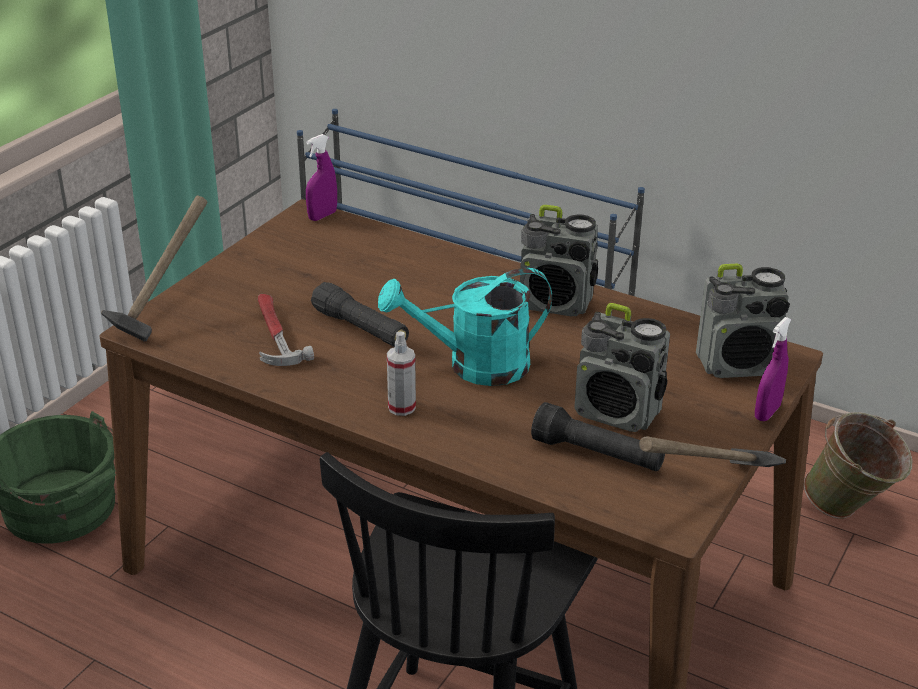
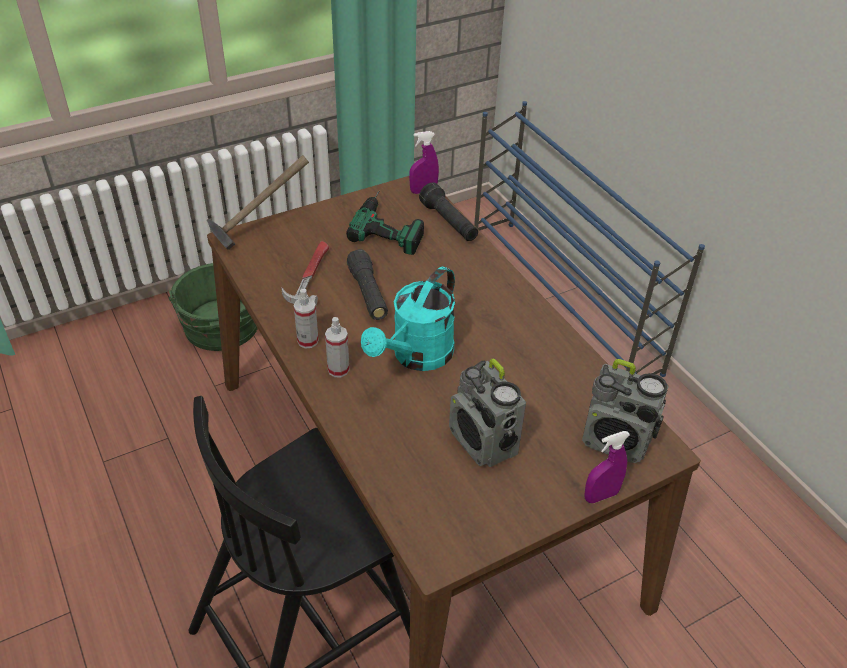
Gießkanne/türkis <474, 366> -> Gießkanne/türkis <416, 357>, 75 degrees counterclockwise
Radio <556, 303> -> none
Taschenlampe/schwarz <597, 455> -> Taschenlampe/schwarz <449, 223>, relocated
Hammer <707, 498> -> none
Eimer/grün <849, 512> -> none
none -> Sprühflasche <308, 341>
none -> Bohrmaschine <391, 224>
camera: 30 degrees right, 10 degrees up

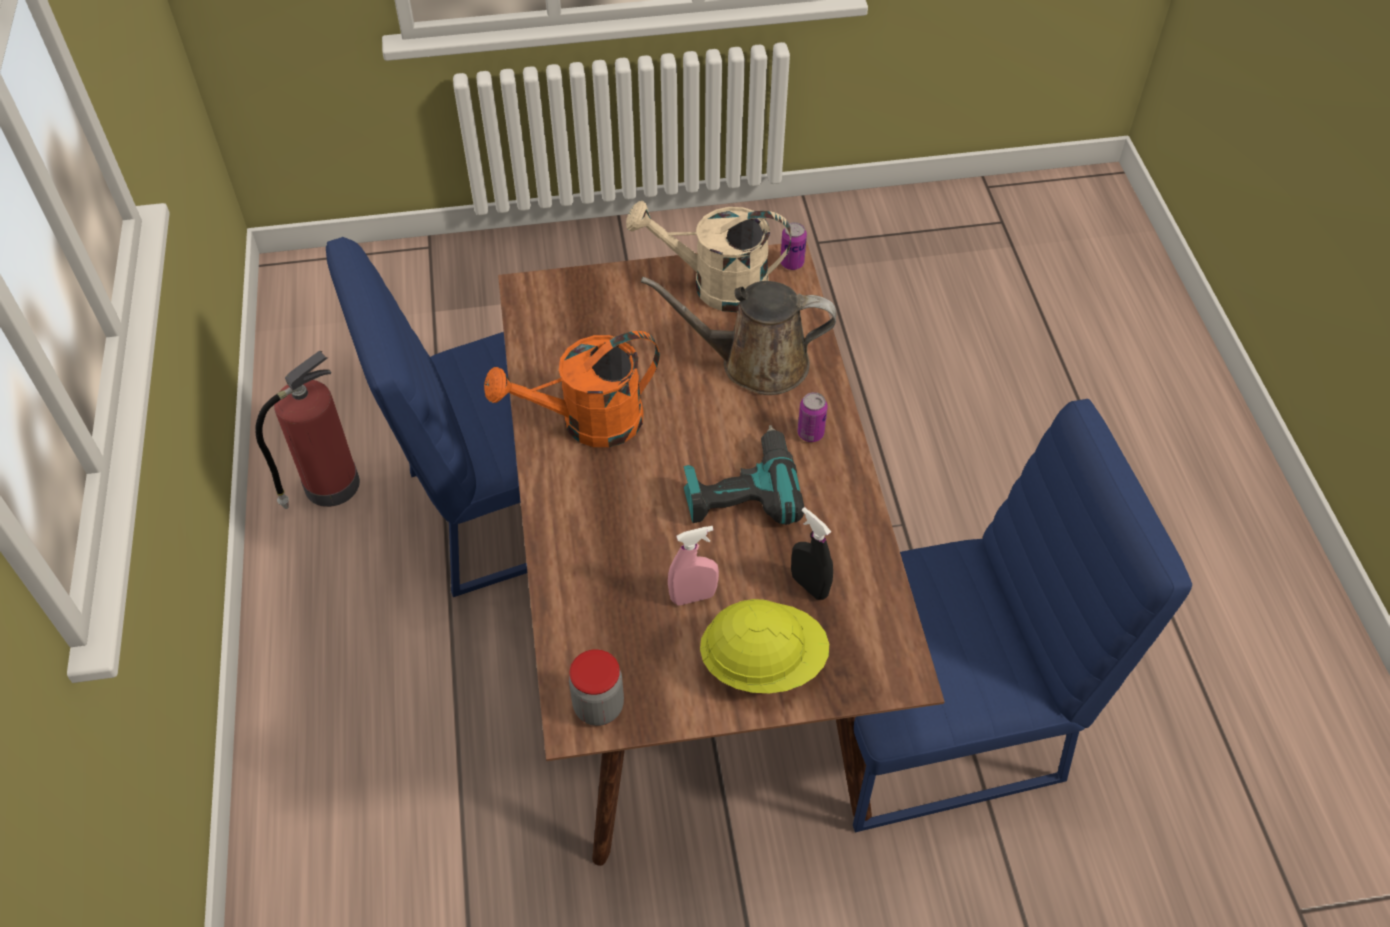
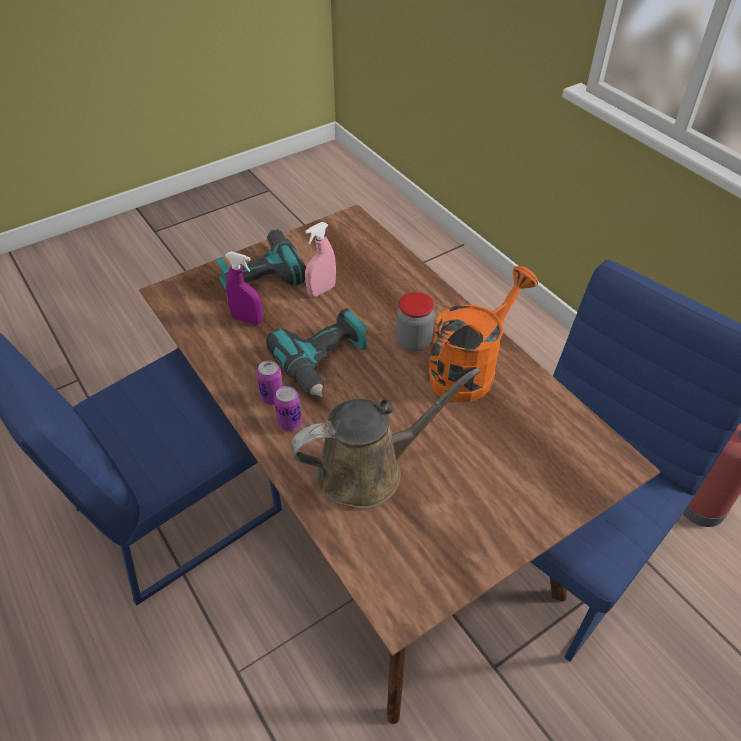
Vorratsglas <598, 706> -> Vorratsglas <414, 341>, relocated
Gießkanne/beige <716, 286> -> none
Schutzhelm/gelb <763, 662> -> Bohrmaschine <260, 273>
Dose <792, 263> -> Dose <272, 397>, relocated
Sprühflasche/schwarz <809, 586> -> Sprühflasche/lila <247, 319>
camera: 155 degrees right, 5 degrees down

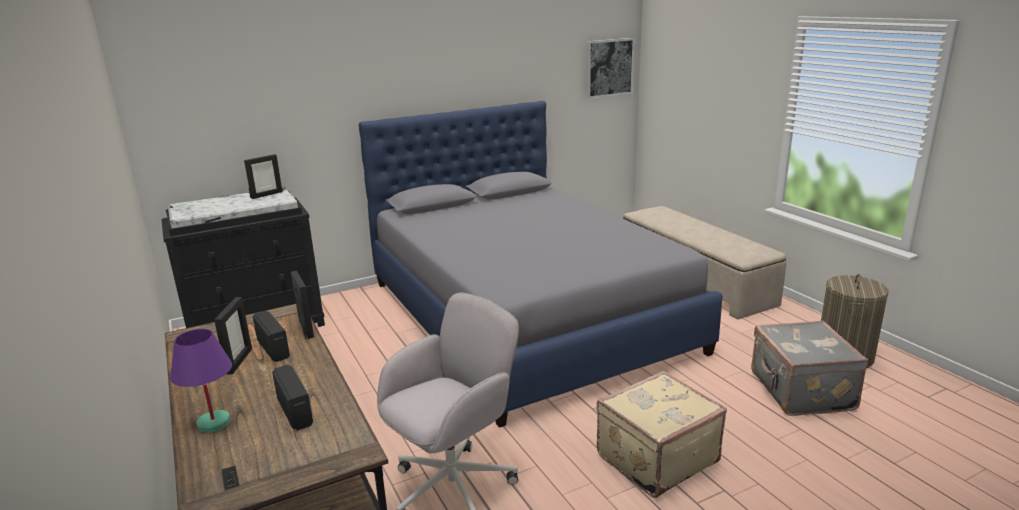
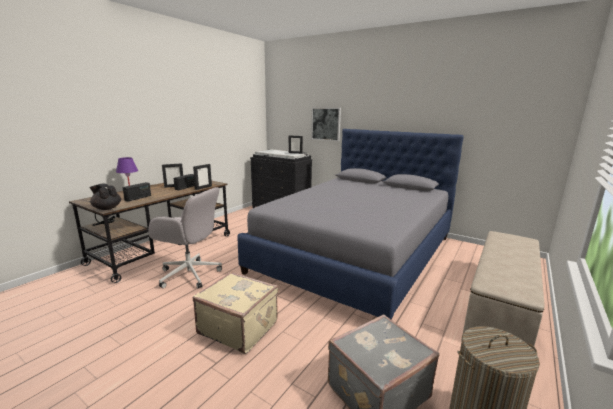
Bild <609, 67> -> Bild <326, 124>, relocated
none -> Teekanne/schwarz <107, 208>
camera: 60 degrees right, 5 degrees down

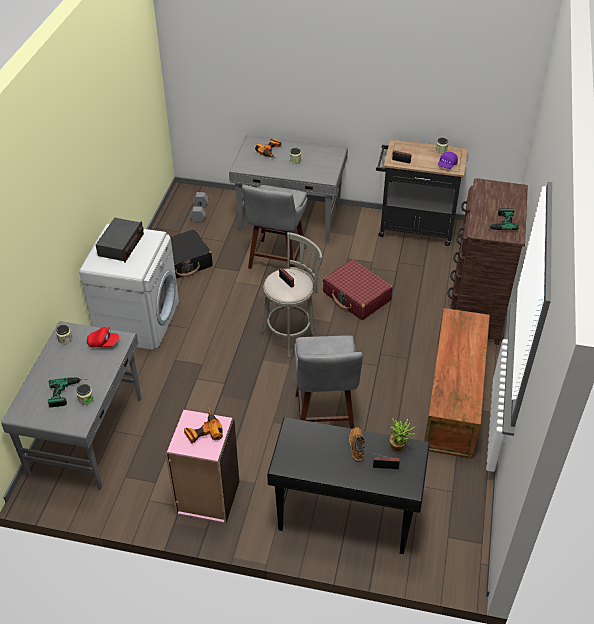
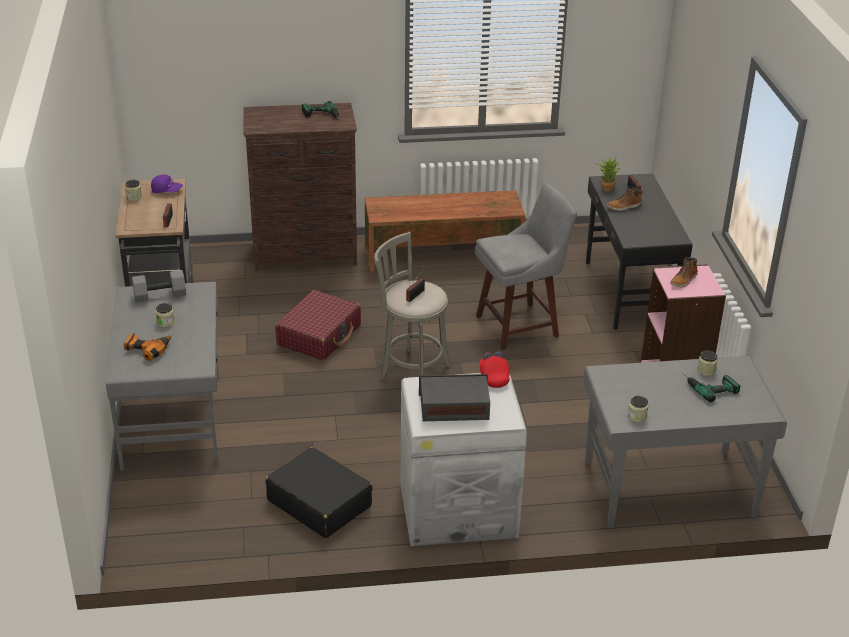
Kappe/rot <103, 343> -> Kappe/rot <493, 377>, relocated
Bohrmaschine <202, 431> -> Stiefel <684, 280>
Hantel/grau <200, 213> -> Hantel/grau <160, 295>, relocated
Hocker/grau <276, 259> -> none
camera: 110 degrees left, 10 degrees down

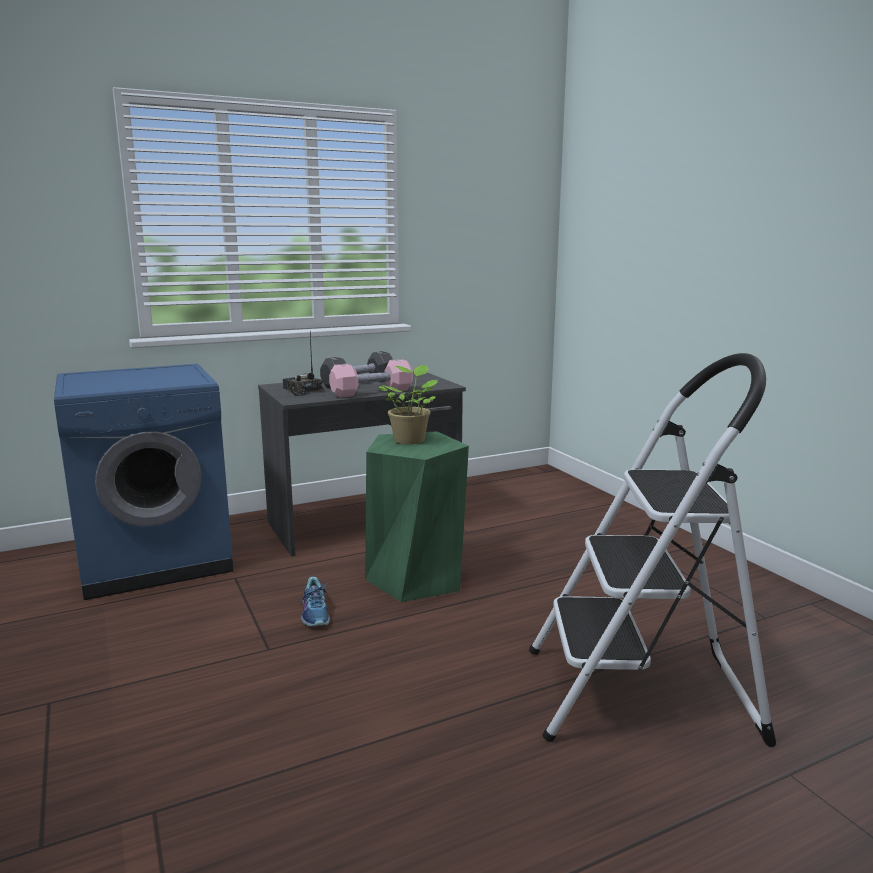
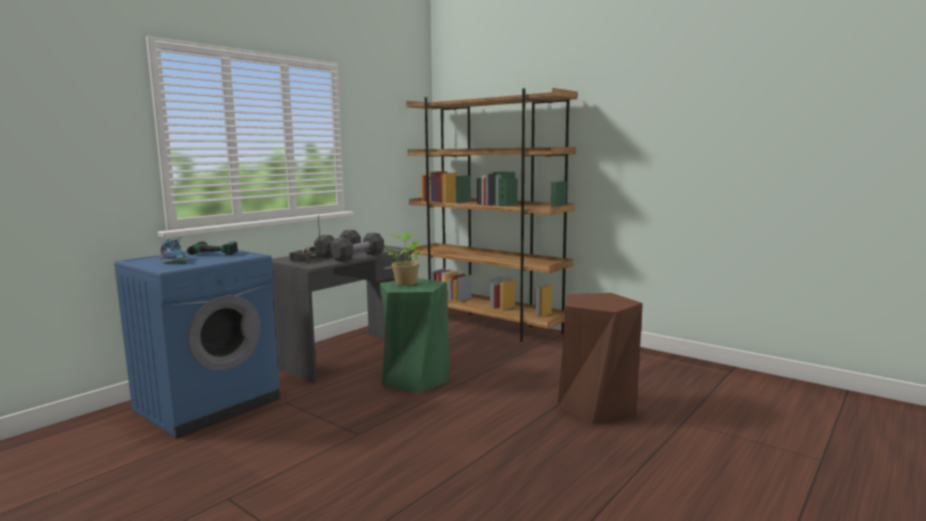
Schuh <316, 613> -> Schuh <173, 260>, relocated
Hantel/rosa <372, 392> -> Hantel/schwarz <358, 257>
Trittleiter <647, 696> -> Hocker/braun <597, 406>
none -> Bohrmaschine <216, 251>
none -> Bücherregal/braun <487, 325>
camera: 25 degrees left, 5 degrees down

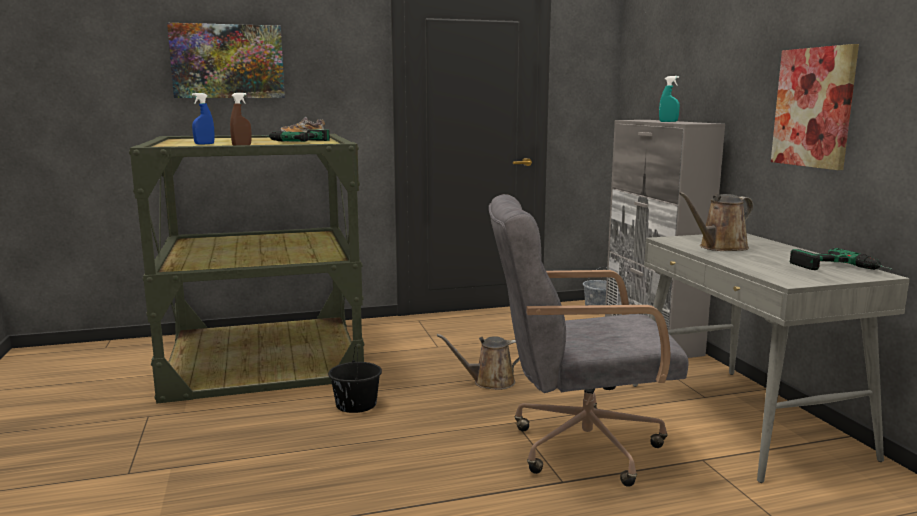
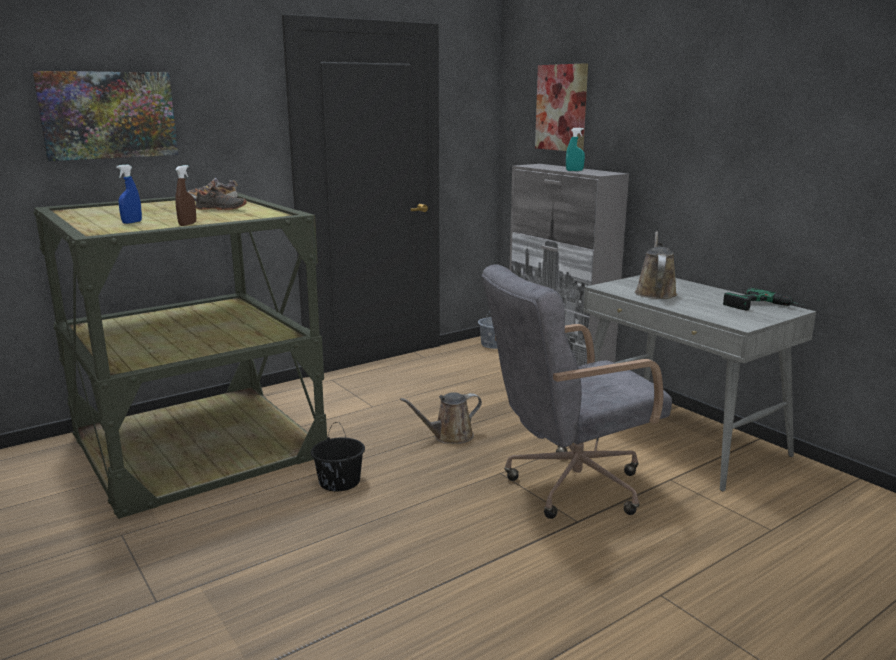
Bohrmaschine <294, 141> -> Schuh/schwarz <220, 209>
Gießkanne/braun <719, 247> -> Gießkanne/braun <655, 292>, 150 degrees clockwise
Bild <813, 107> -> Bild <561, 108>, relocated
camera: 20 degrees left, 5 degrees up

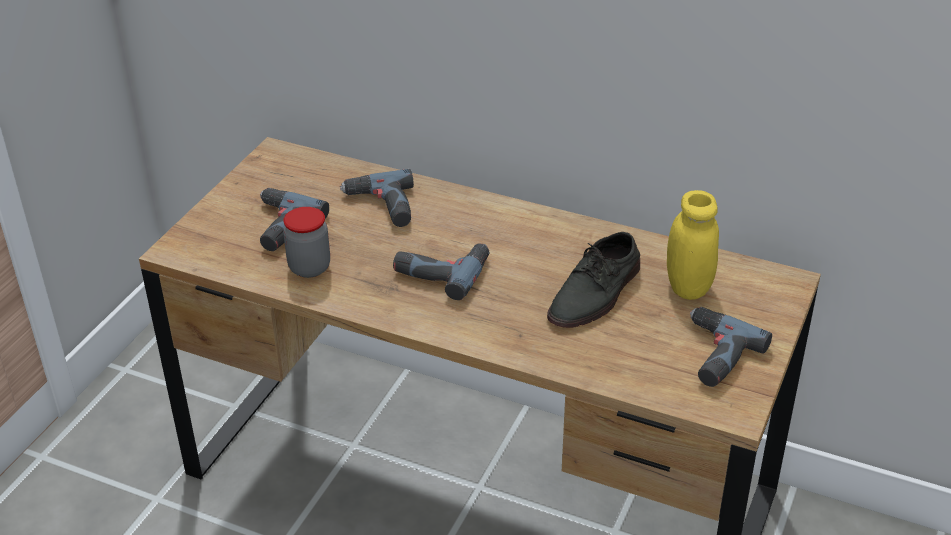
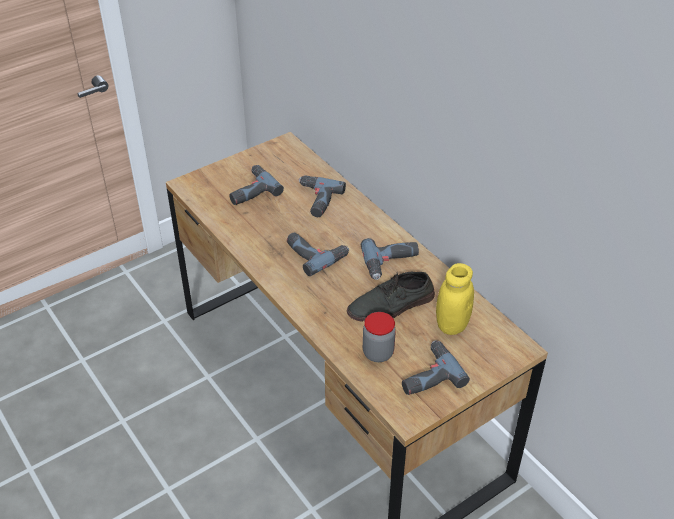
Vorratsglas <309, 267> -> Vorratsglas <378, 353>, relocated
none -> Bohrmaschine <391, 263>
camera: 30 degrees right, 5 degrees up

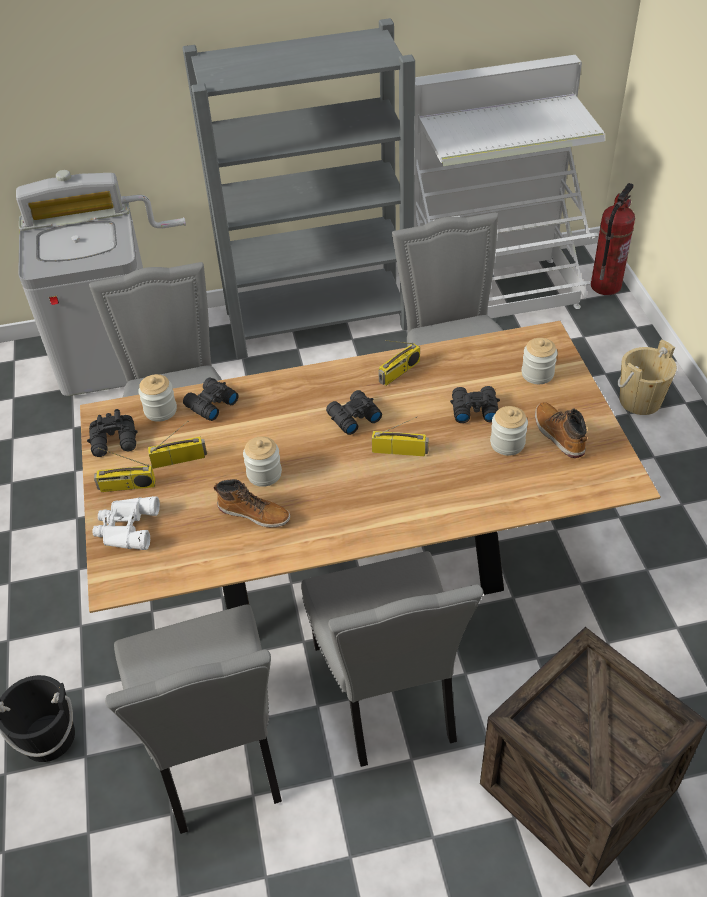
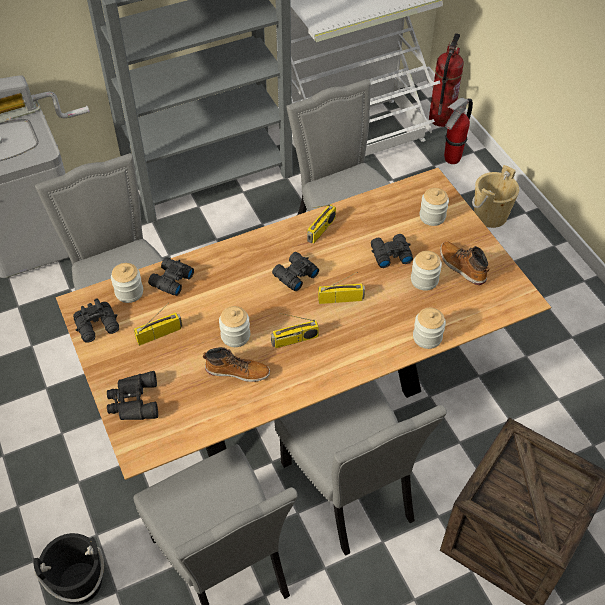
Fernglas/weiß <125, 528> -> Fernglas/schwarz <132, 401>
Radio <126, 486> -> Radio <294, 340>, relocated
none -> Vorratsglas <427, 337>
none -> Feuerlöscher <451, 159>
camera: 15 degrees left, 5 degrees up

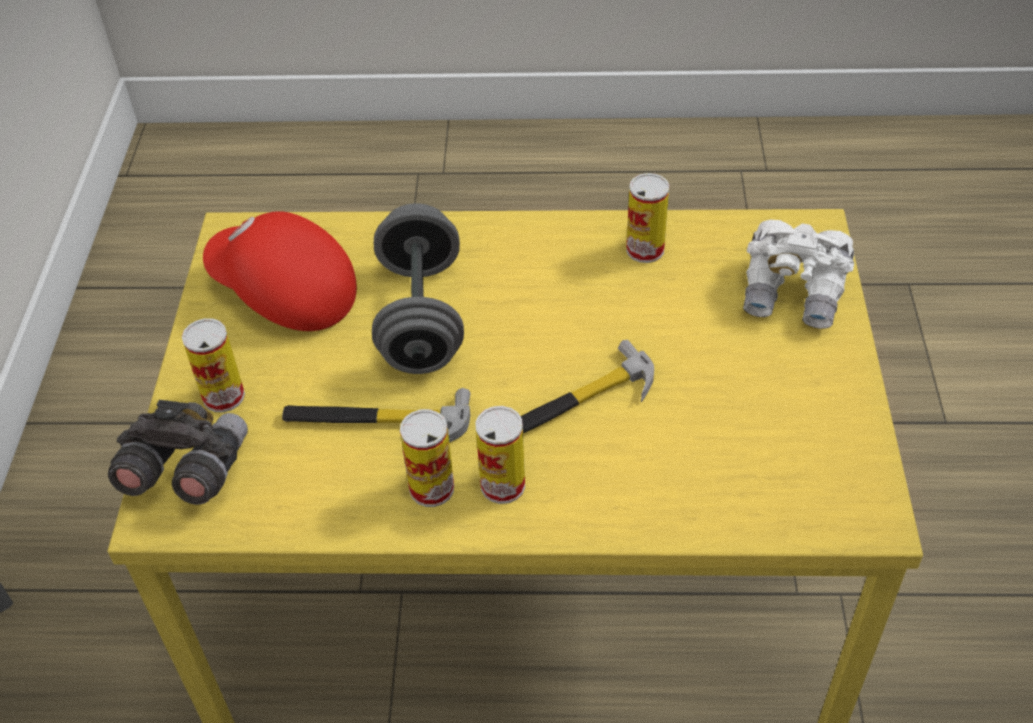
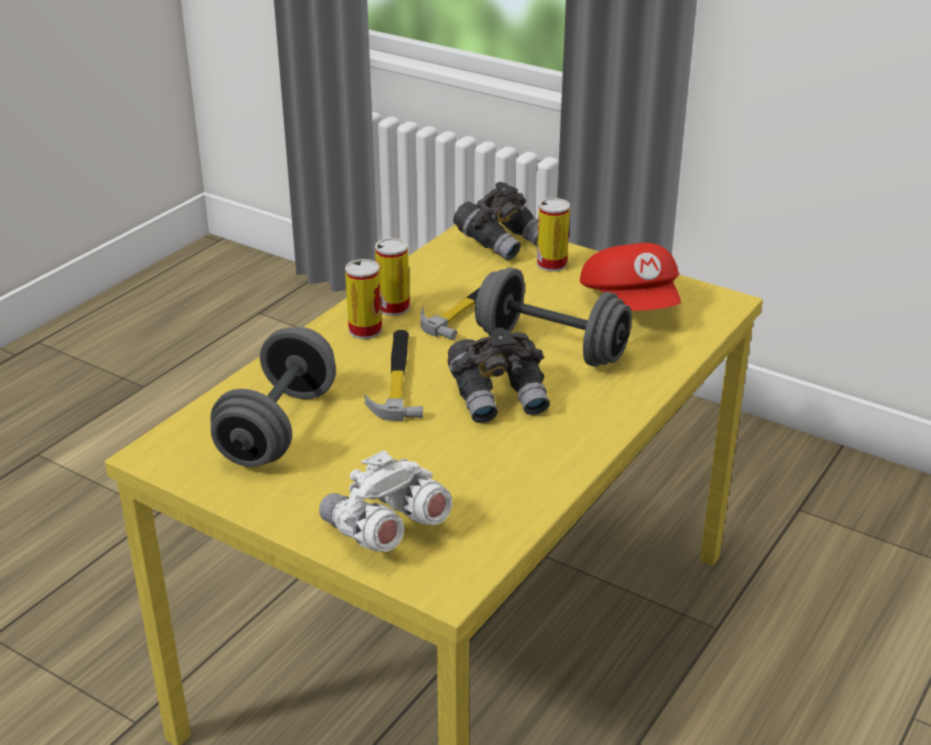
Kappe/rot <284, 294> -> Kappe/rot <632, 305>, 105 degrees clockwise
Dose <645, 249> -> none
none -> Hantel/grau <278, 427>
none -> Fernglas/grau <499, 397>
camera: 120 degrees right, 15 degrees down

